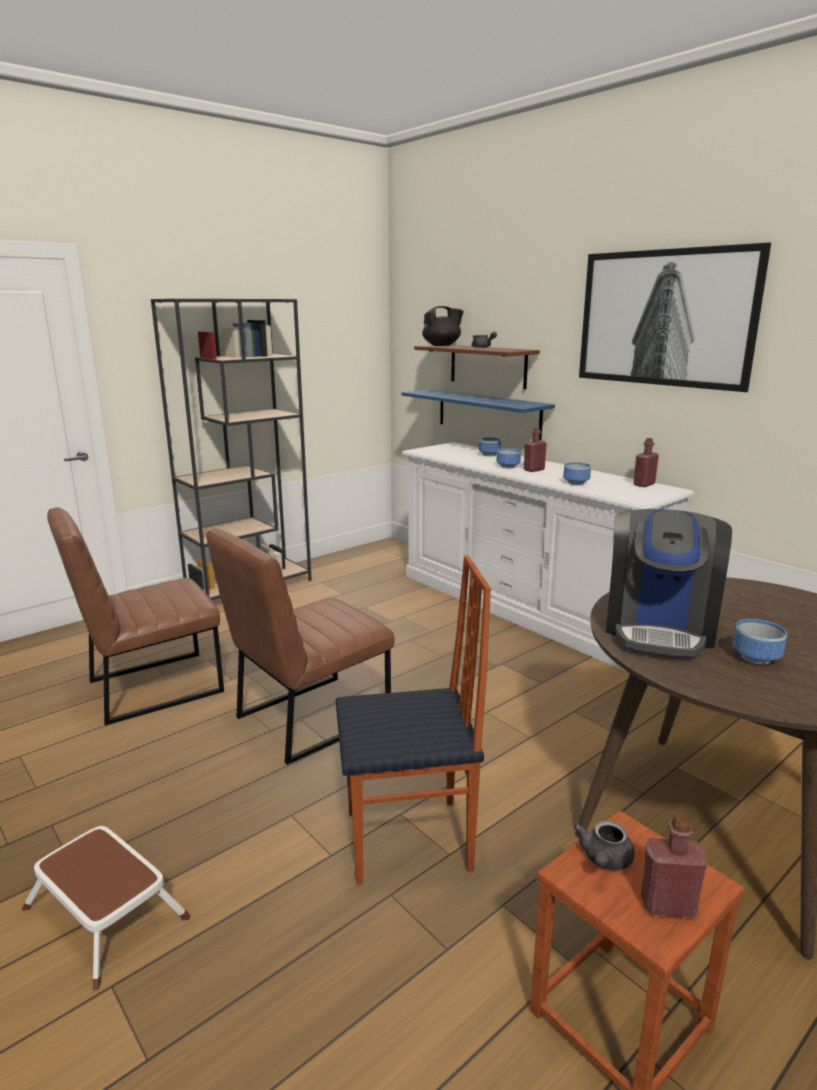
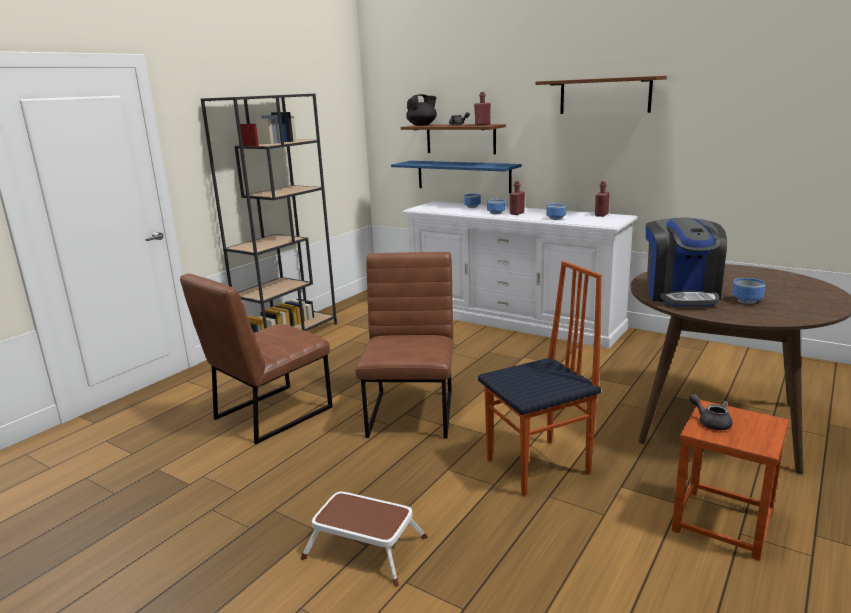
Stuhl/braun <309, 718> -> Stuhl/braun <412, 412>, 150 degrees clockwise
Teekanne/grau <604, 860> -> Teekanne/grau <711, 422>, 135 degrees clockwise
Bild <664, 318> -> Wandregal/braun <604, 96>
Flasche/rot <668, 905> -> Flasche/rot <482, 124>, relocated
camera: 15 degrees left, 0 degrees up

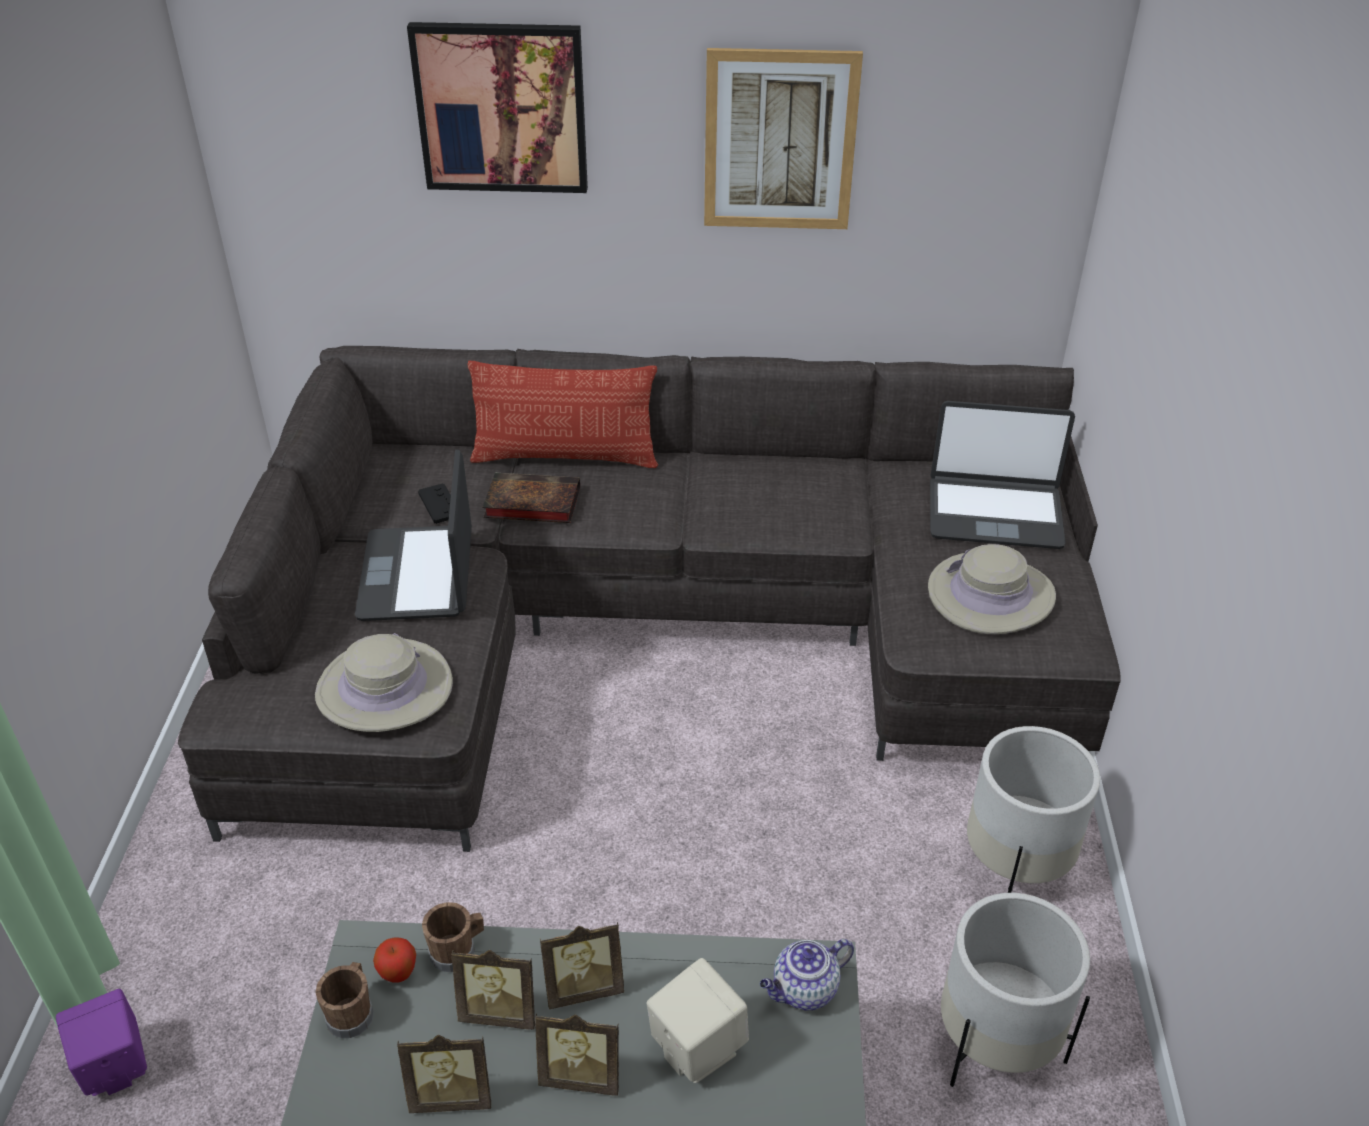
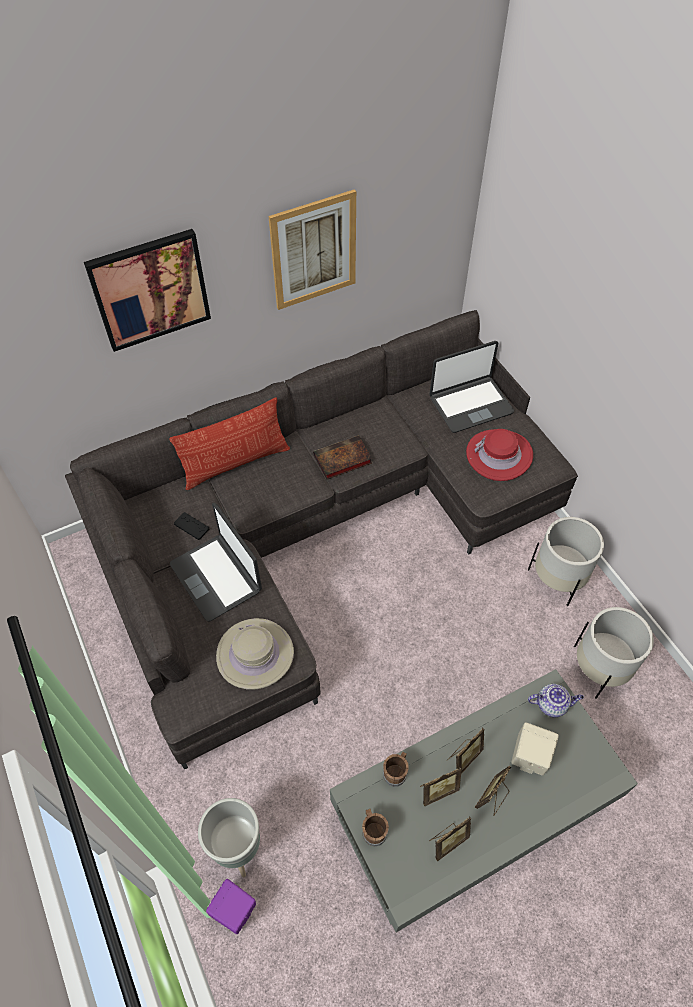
Apfel <398, 974> -> none
Buch <530, 503> -> Buch <341, 460>, relocated
Bilderrahmen <582, 1074> -> Bilderrahmen <492, 798>, 150 degrees clockwise
Teekanne <804, 991> -> Teekanne <552, 704>, 120 degrees counterclockwise
Hut/beige <990, 595> -> Hut/rot <499, 455>
none -> Pflanzkübel/grau <238, 848>
camera: 30 degrees left, 15 degrees up

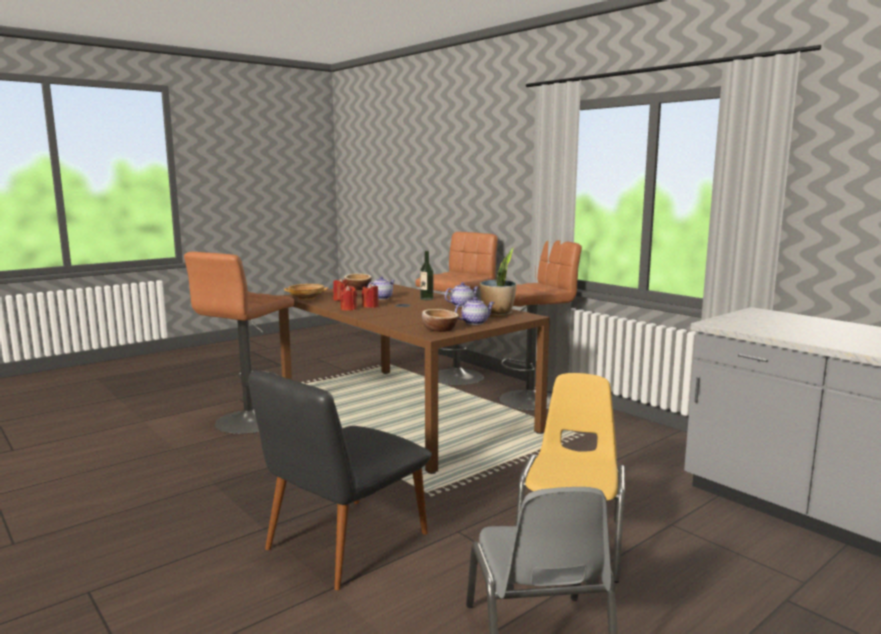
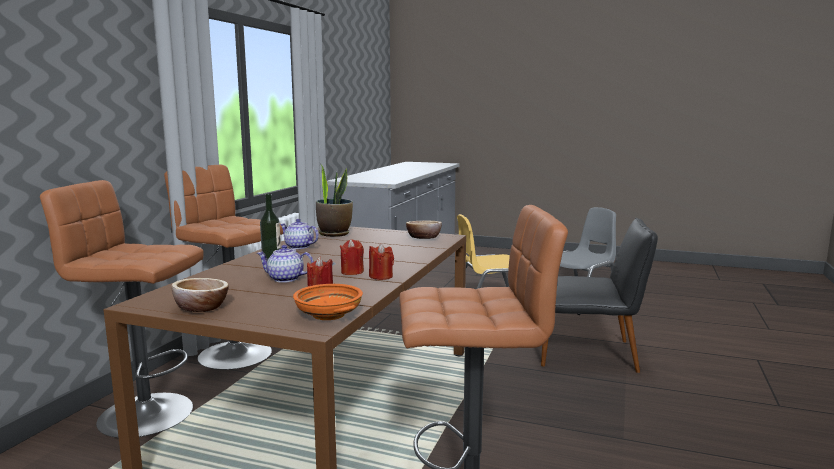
Schüssel/beige <307, 298> -> Schüssel/orange <328, 314>
Teekanne <474, 322> -> none
camera: 120 degrees left, 0 degrees up

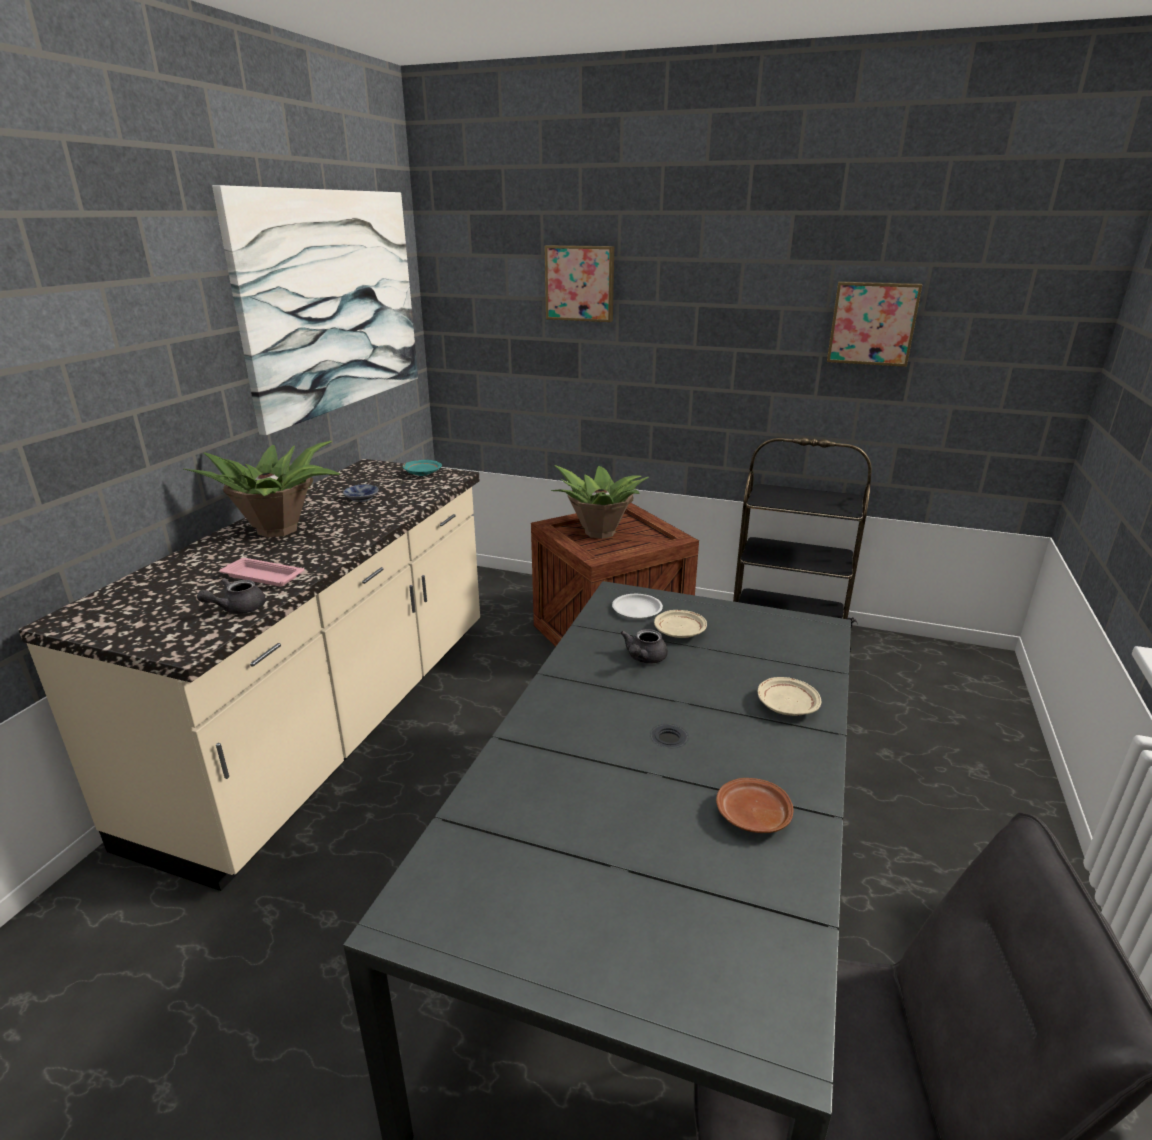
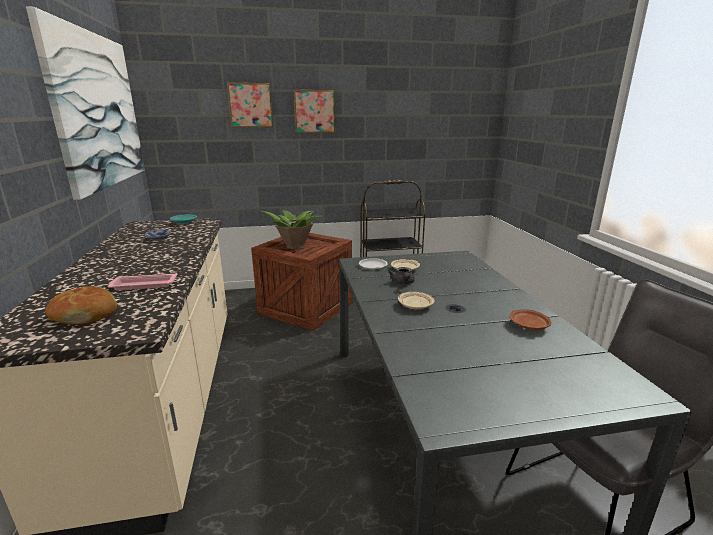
Topfpflanze <279, 529> -> none
Teekanne/grau <237, 609> -> none
Teller/beige <786, 705> -> Teller/beige <415, 306>, relocated
Bild <872, 323> -> Bild <314, 111>, relocated
none -> Brot <85, 314>
camera: 30 degrees left, 5 degrees down

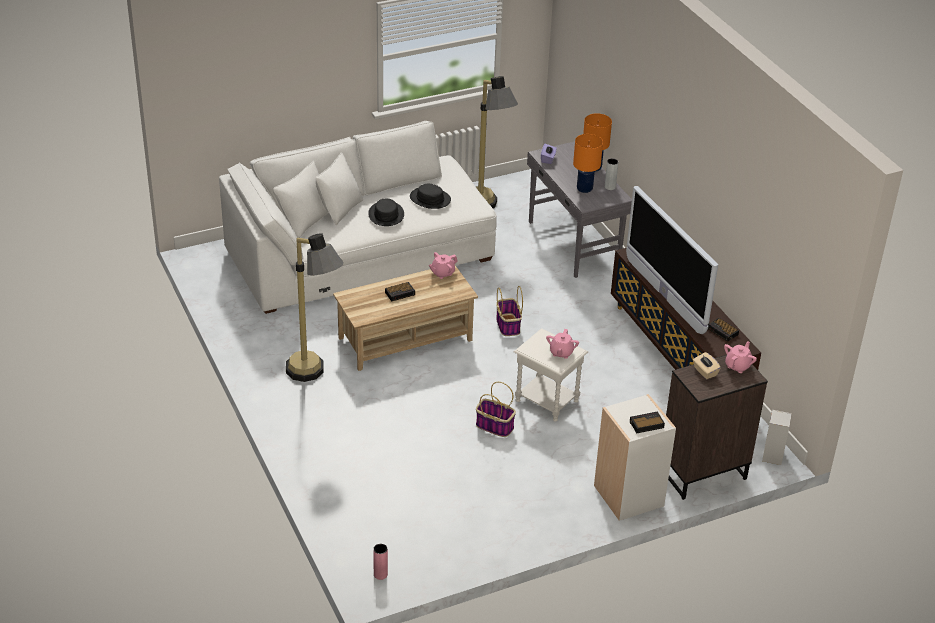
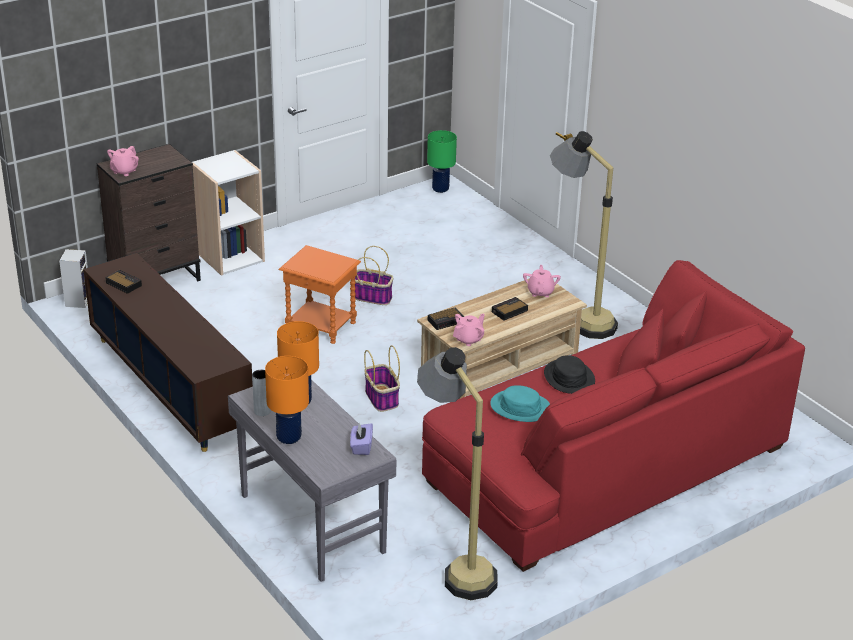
Sofa/weiß <361, 256> -> Sofa/rot <604, 466>
Vase/rosa <380, 574> -> Tischlampe/grün <440, 190>
Hut/schwarz <430, 199> -> Hut/türkis <520, 407>
Beistelltisch/weiß <546, 401> -> Beistelltisch/orange <321, 325>
Teekanne/rosa <561, 352> -> Teekanne/rosa <540, 292>, relocated
Fernseher <664, 296> -> none
Wecker <646, 424> -> Wecker <446, 321>, relocated
Taschentuchbox/beige <705, 372> -> none
camera: 170 degrees right, 5 degrees down

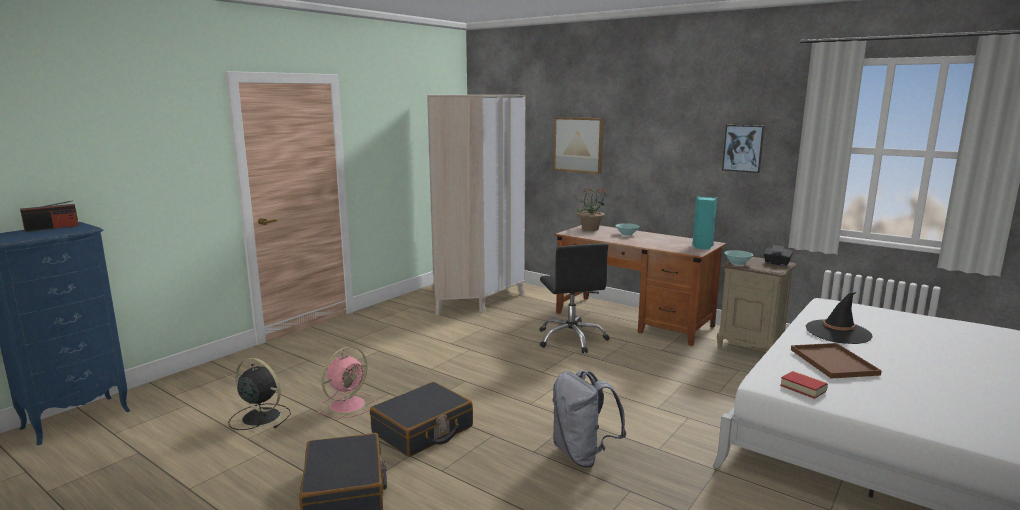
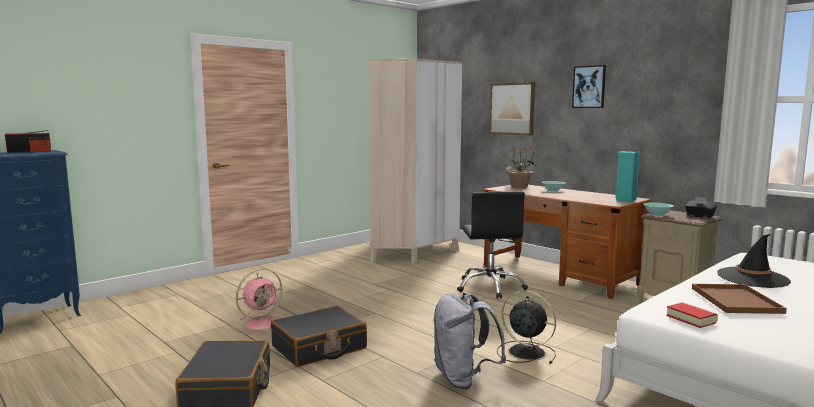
Ventilator/schwarz <259, 417> -> Ventilator/schwarz <525, 352>, relocated
Bild <743, 148> -> Bild <589, 87>, relocated
camera: 10 degrees right, 5 degrees down

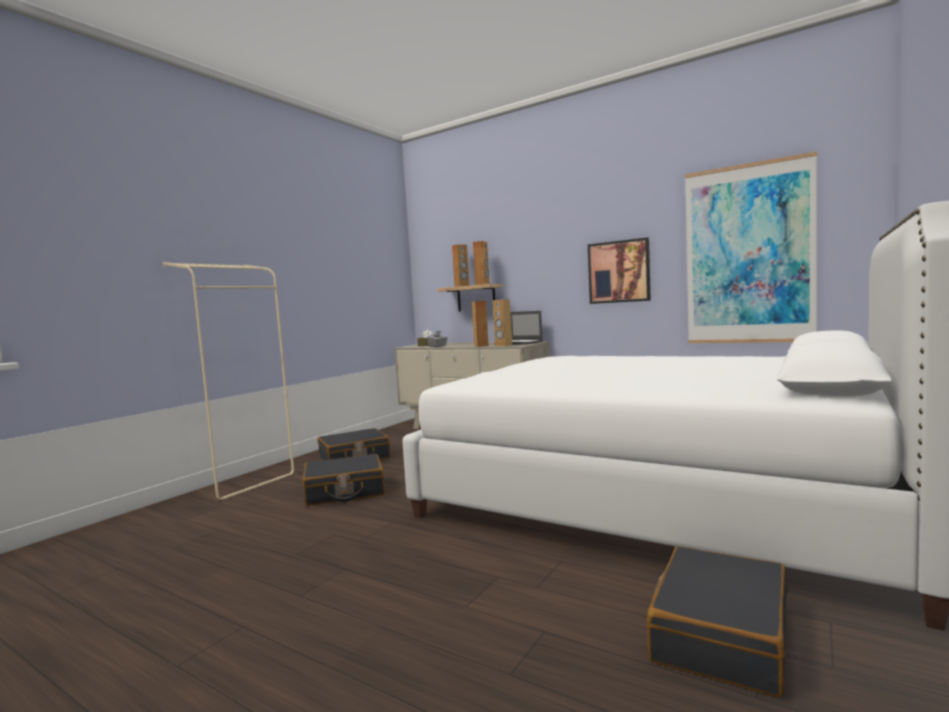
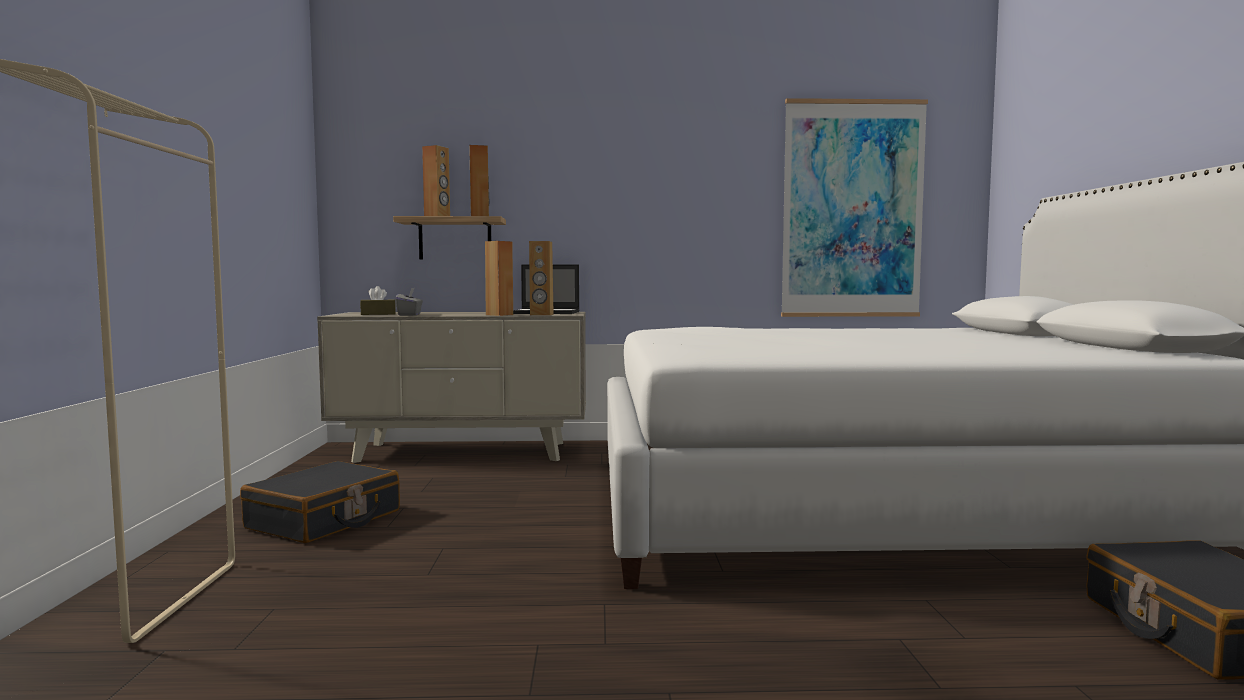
Koffer/schwarz <345, 492> -> none
Bild <619, 271> -> none
camera: 35 degrees left, 0 degrees up

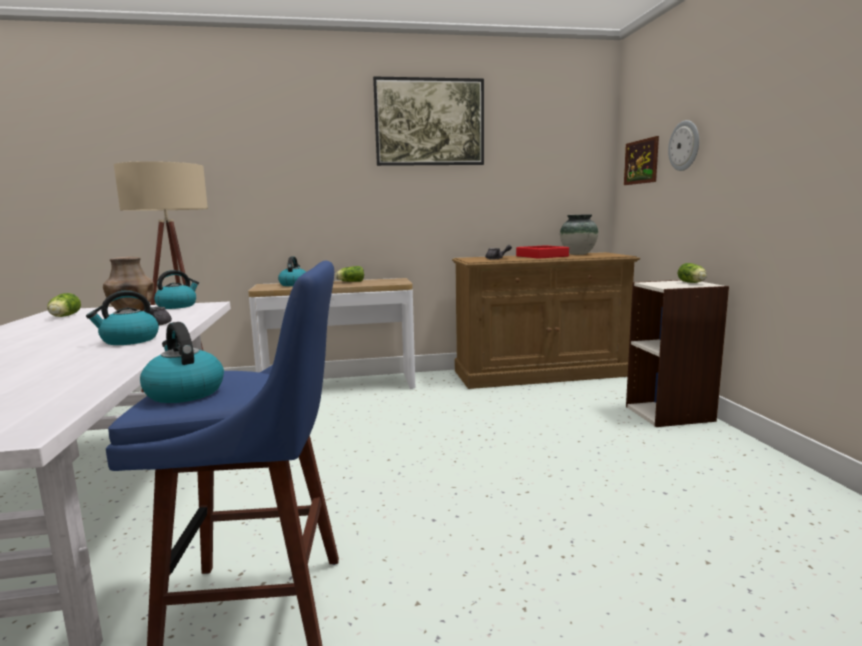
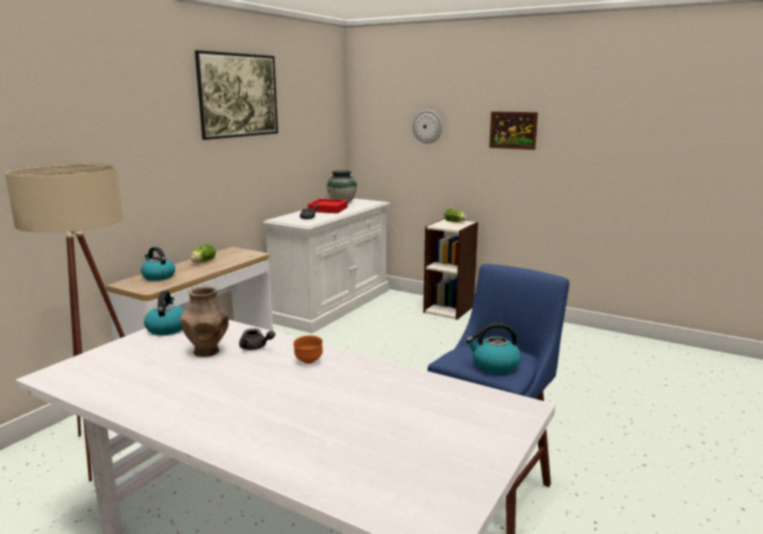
Salatkopf <64, 316> -> none
Wasserkessel <129, 340> -> Schüssel/orange <308, 362>
Schrank/braun <541, 373> -> Schrank/weiß <334, 305>
Bild <641, 162> -> Bild <513, 130>, relocated
camera: 50 degrees left, 5 degrees up

